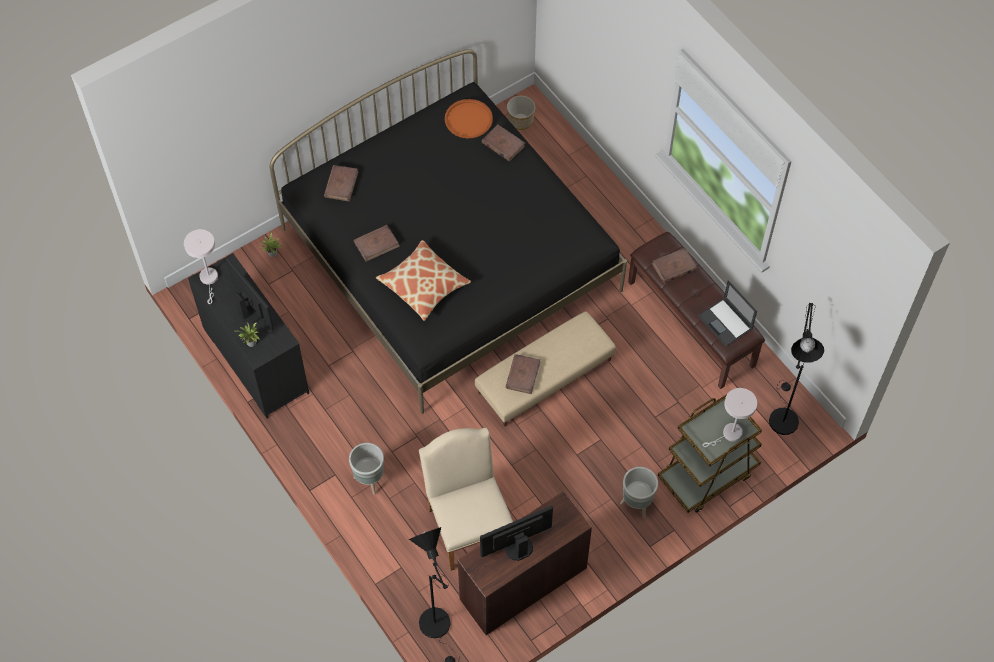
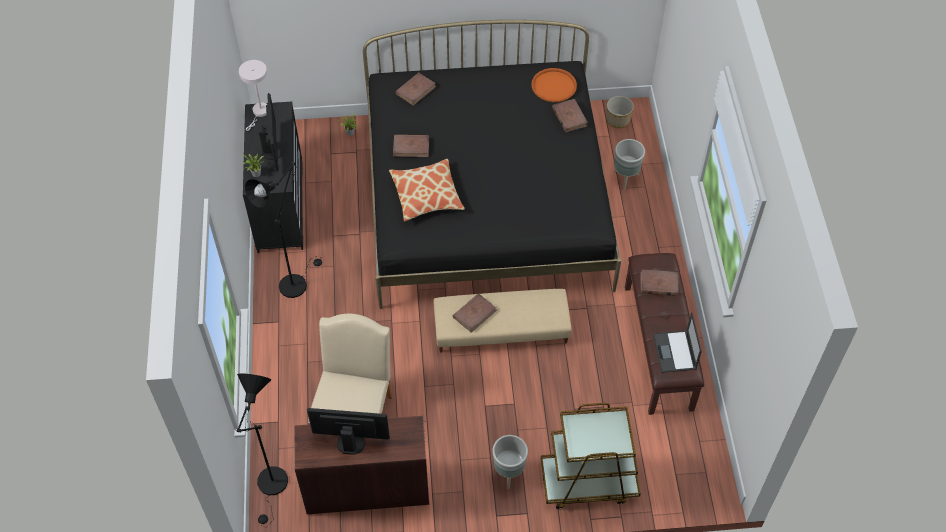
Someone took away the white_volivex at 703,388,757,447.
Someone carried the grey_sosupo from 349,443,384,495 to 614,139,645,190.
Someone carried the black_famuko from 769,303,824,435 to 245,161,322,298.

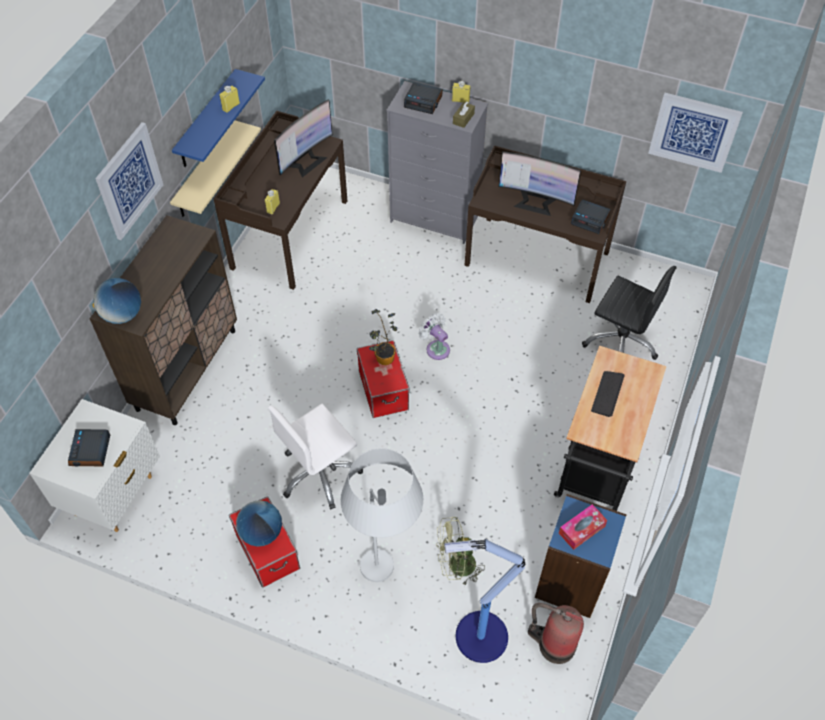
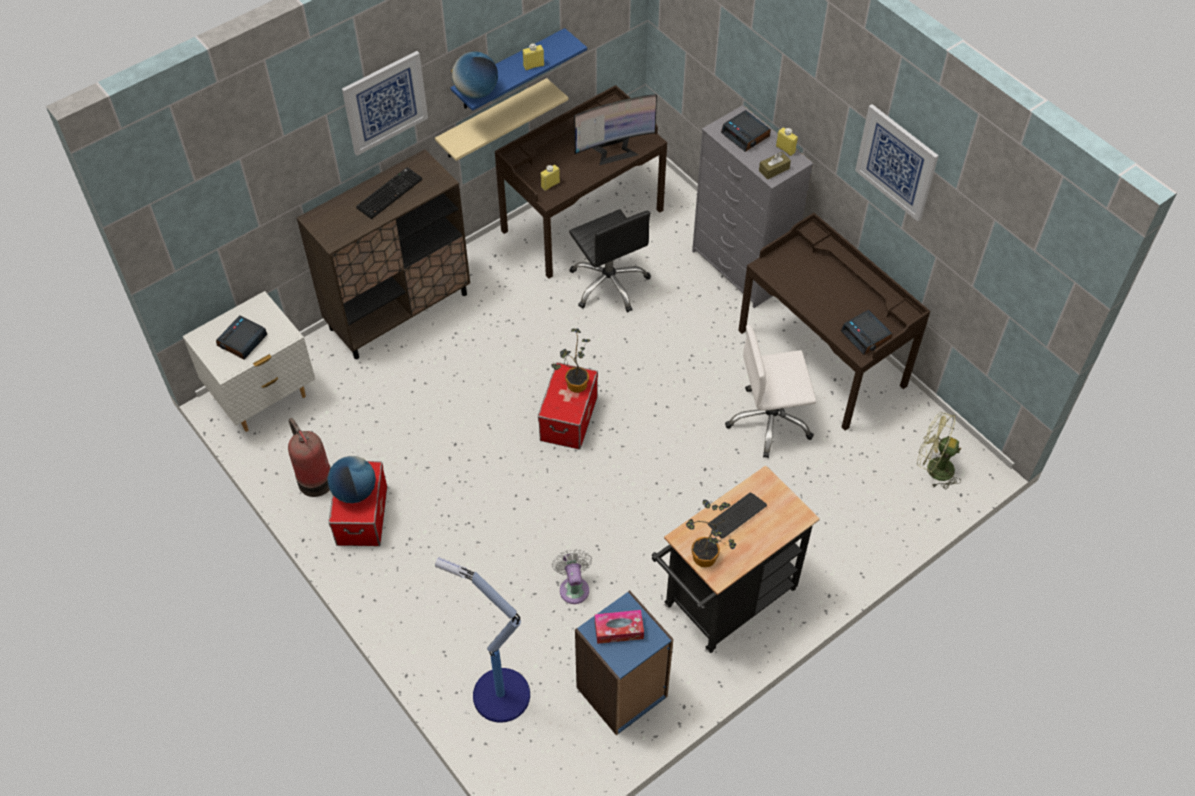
Someone took away the white_famuko at 341,448,423,582.
Someone took away the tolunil at 499,151,581,216.
Someone put down the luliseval at 356,167,422,219.
Someone put down the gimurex at 686,500,736,567.
Someone carried the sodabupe from 93,278,141,324 to 452,52,498,99.
Someone carried the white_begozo from 268,404,363,509 to 725,325,816,458.
Someone carried the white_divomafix from 418,313,450,360 to 552,549,592,604.
Someone carried the green_divomafix from 436,517,485,586 to 917,412,961,489.
Someone carried the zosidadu from 528,603,584,664 to 288,418,331,497.
Someone carried the black_begozo from 582,266,677,360 to 569,209,651,312.
Someone carried the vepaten from 648,93,743,173 to 855,104,939,221.

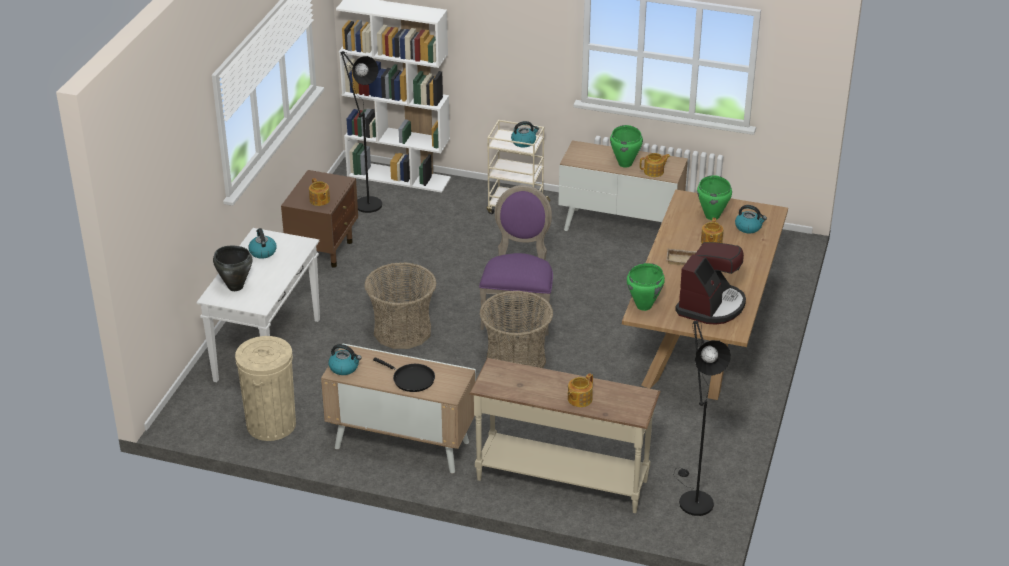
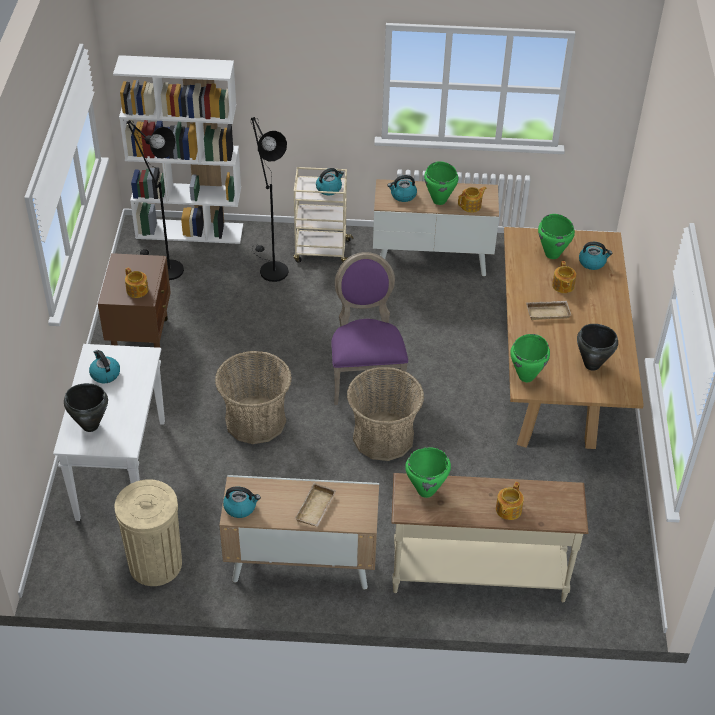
Someone put down the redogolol at 387,175,417,202.
Someone put down the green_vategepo at 405,447,451,498.
Someone carried the black_famuko from 673,321,731,516 to 250,117,289,282.
Someone swapped the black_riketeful at 373,357,435,392 for the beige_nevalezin at 295,483,337,527.
Someone swapped the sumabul at 675,242,746,324 for the black_vategepo at 577,324,618,371.

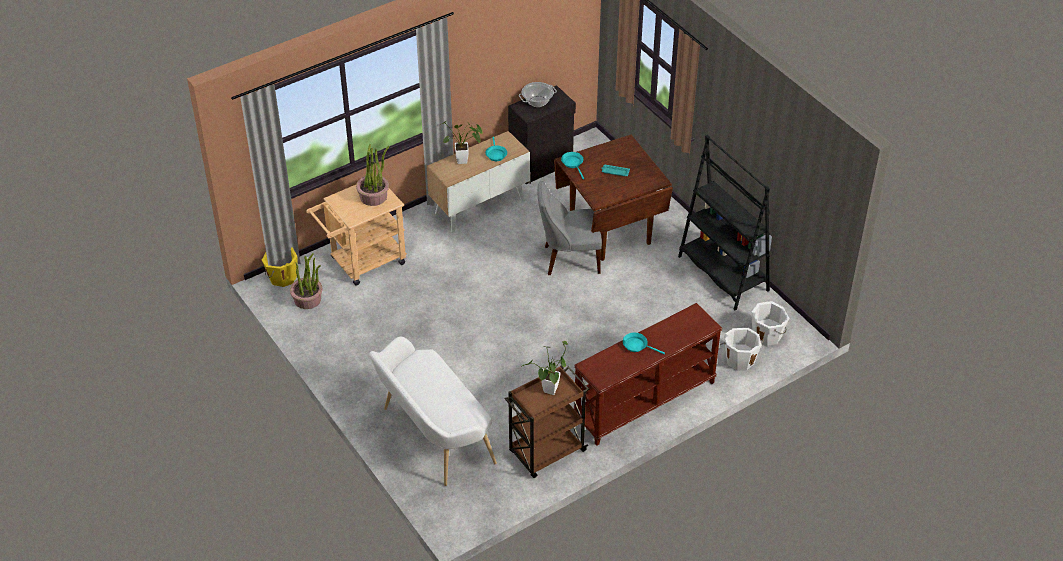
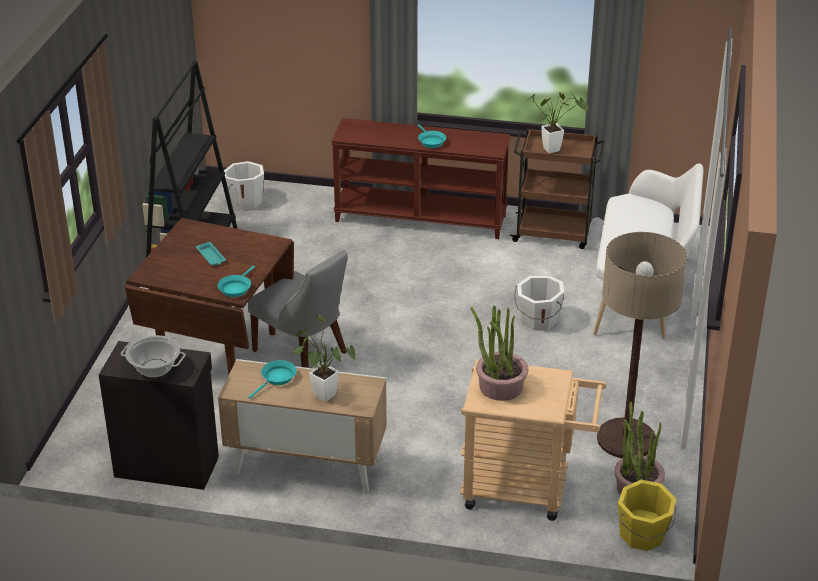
Someone put down the famuko at 597,232,687,458.
Someone carried the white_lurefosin from 720,328,763,370 to 514,276,564,330.

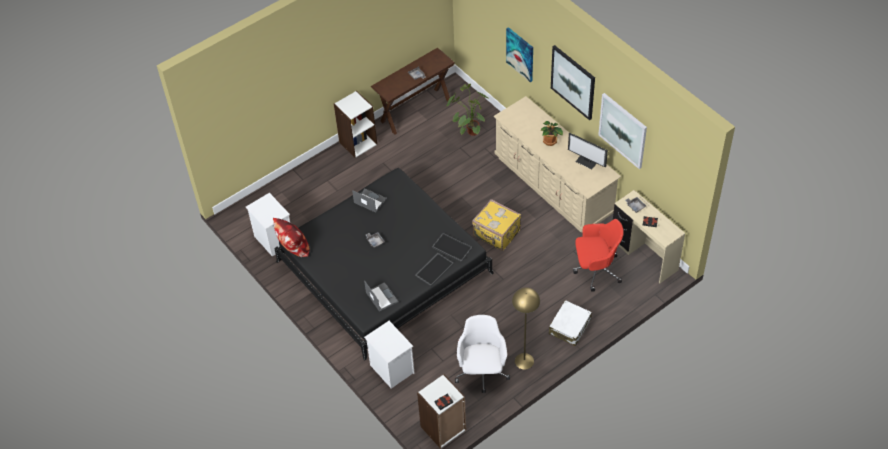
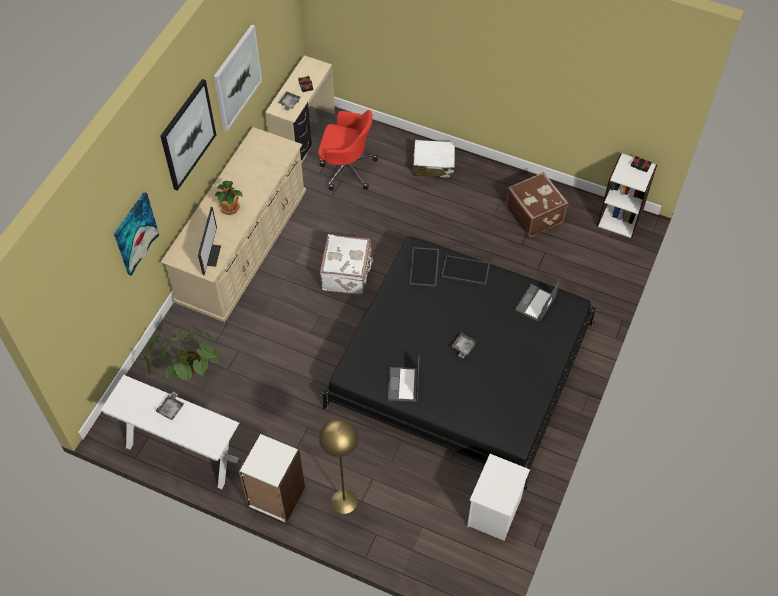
Someone took away the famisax at 273,218,310,257.
Someone took away the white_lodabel at 364,321,415,388.
Someone carried the yellow_famuko from 512,287,540,370 to 319,419,359,514.
Someone carried the tolunil from 568,132,608,169 to 198,207,221,275.
Someone swapped the white_begozo at 455,315,510,393 for the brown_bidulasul at 506,172,568,237.
Someone repainted the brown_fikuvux at 371,48,455,135, which became the white_fikuvux at 100,375,239,489.
Someone repainted the yellow_bidulasul at 472,199,521,251, which became the white_bidulasul at 320,234,374,294.
Someone rotated the red_begozo at 573,219,624,292 by 135 degrees clockwise.

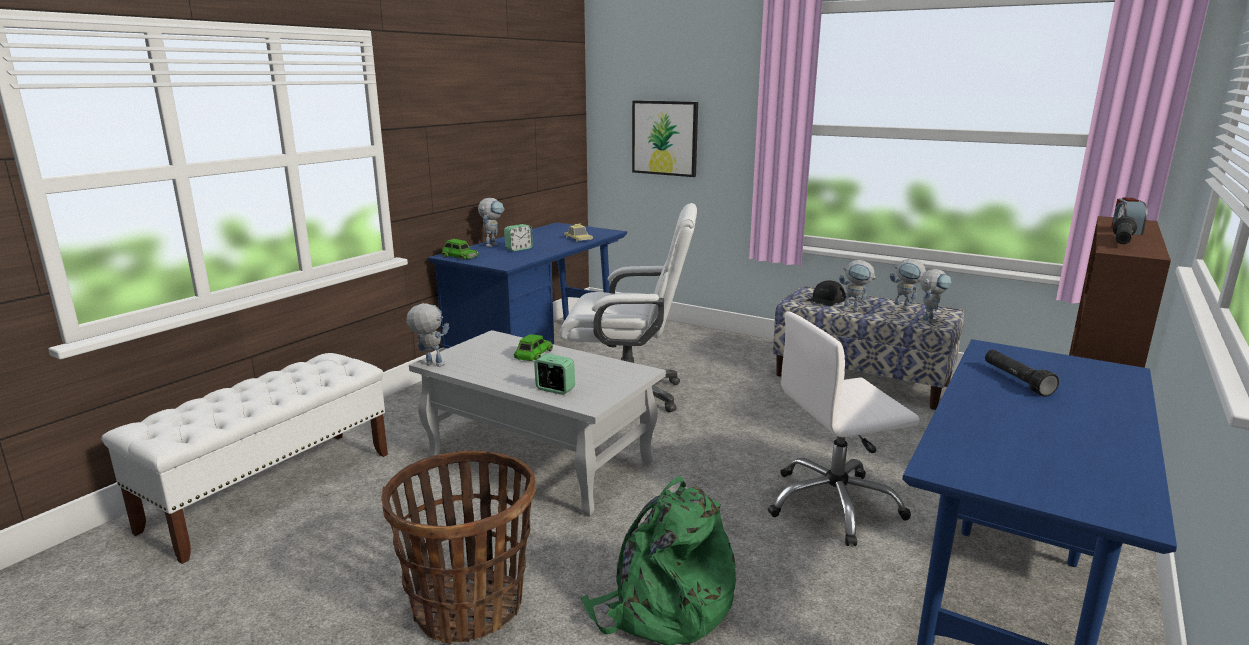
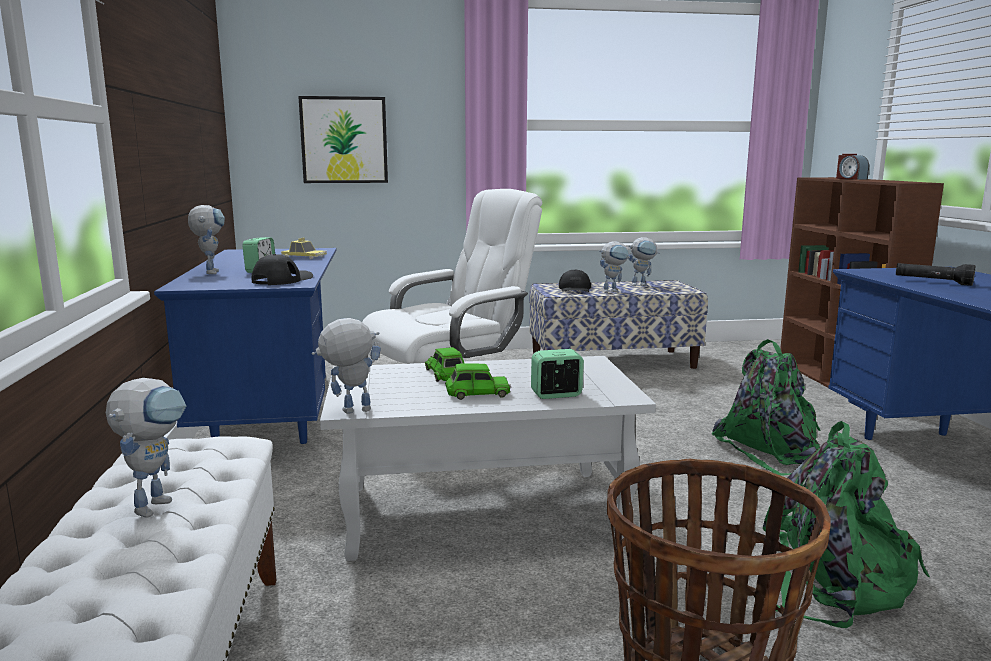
Someone took away the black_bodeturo at 1113,216,1137,244.
Someone put down the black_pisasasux at 252,254,313,285.
Someone carried the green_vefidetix from 442,239,479,260 to 445,363,511,400.
Someone carried the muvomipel from 920,269,952,325 to 106,378,186,518.
Someone swapped the white_begozo at 768,311,920,546 for the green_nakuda at 712,339,821,476.

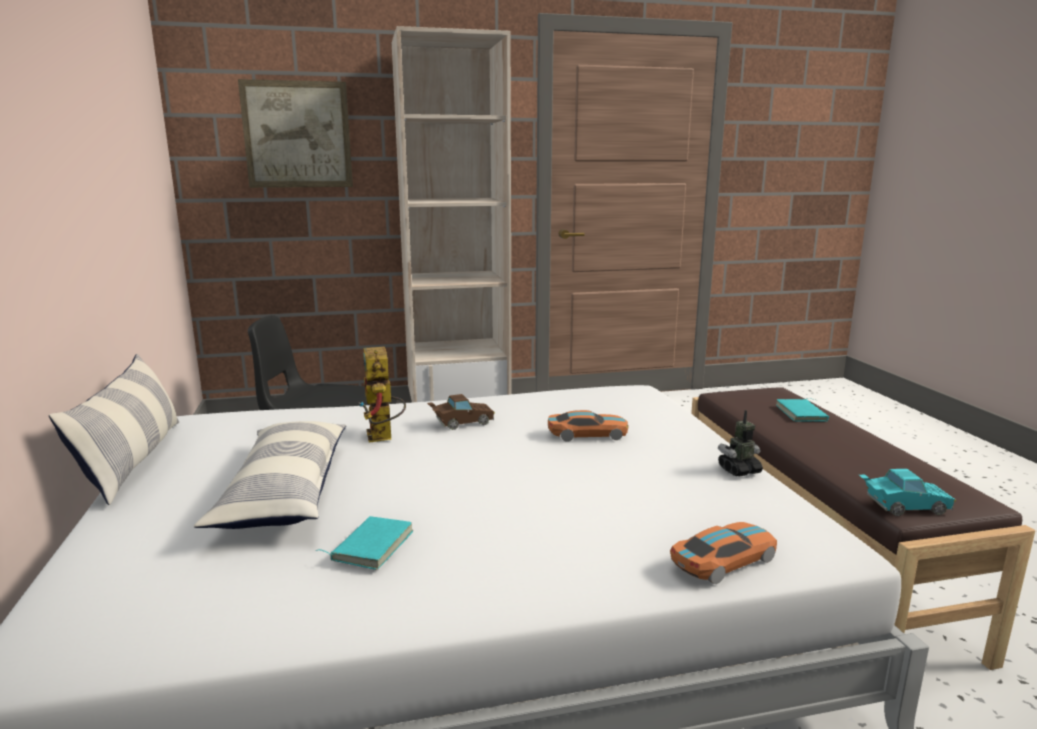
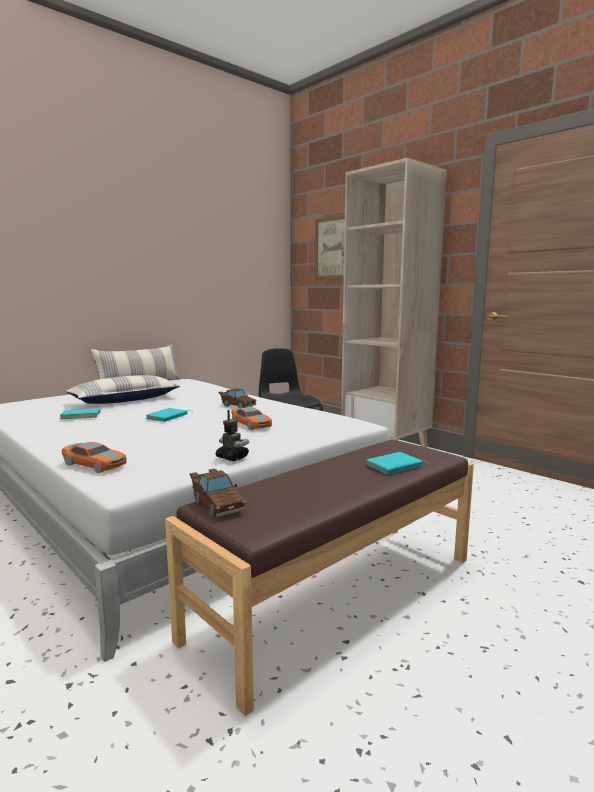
Someone took away the muvomipel at 359,347,406,443.
Someone put down the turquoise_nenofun at 146,408,192,422.
Someone repainted the turquoise_vefidetix at 859,469,956,516, which became the brown_vefidetix at 189,468,246,517.

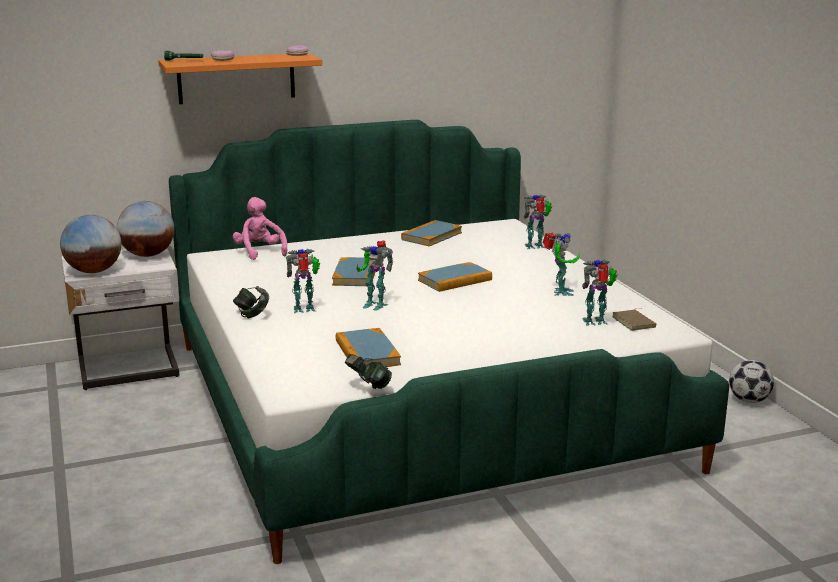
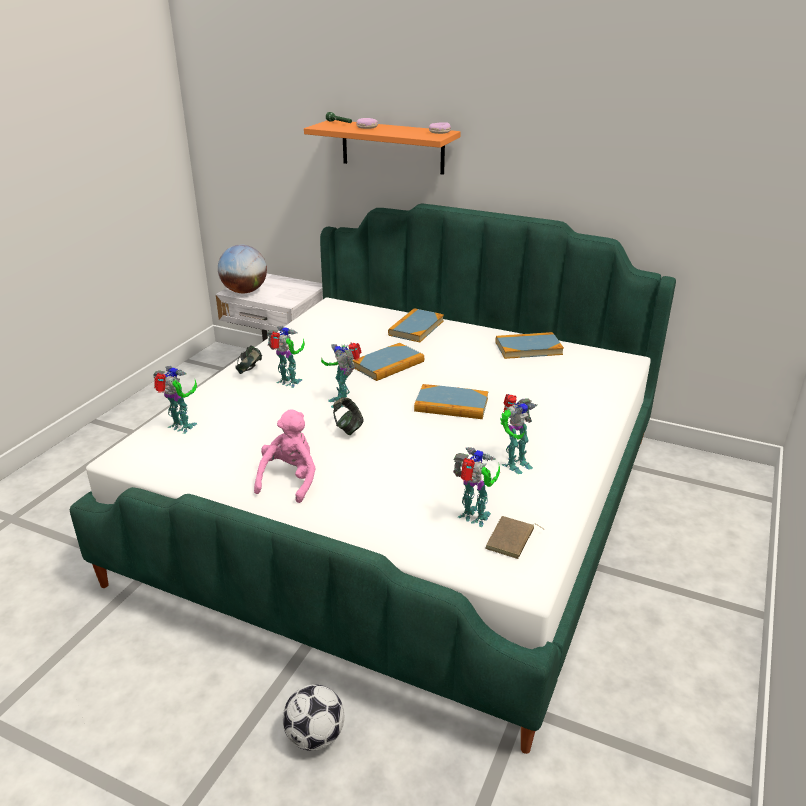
Someone took away the sodabupe at 117,201,174,257.
Someone carried the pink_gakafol from 233,197,287,260 to 254,409,316,503.
Someone carried the nenofun from 336,328,401,367 to 388,308,444,342.
Someone carried the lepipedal from 345,354,392,389 to 333,397,364,435.
Someone carried the muvomipel from 524,195,552,249 to 153,366,197,434.
Someone carried the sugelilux from 729,360,774,403 to 283,684,344,751.

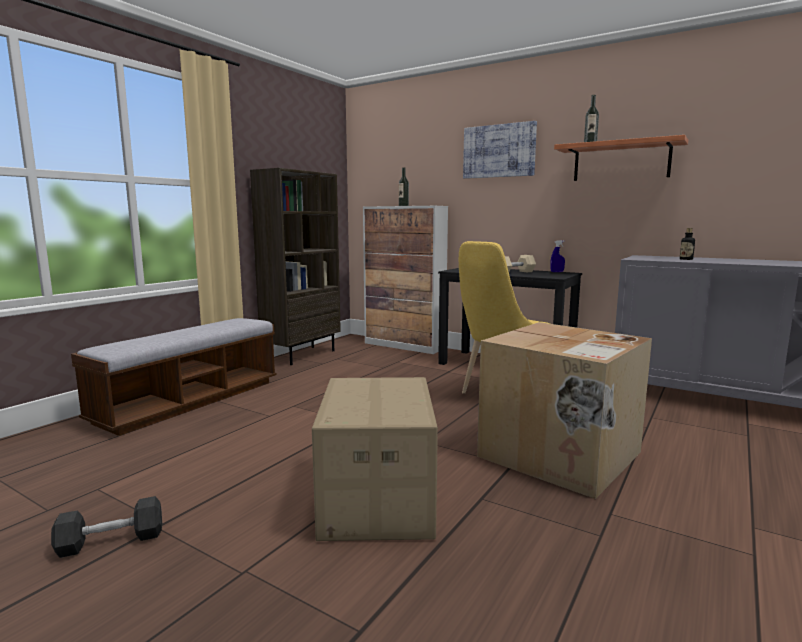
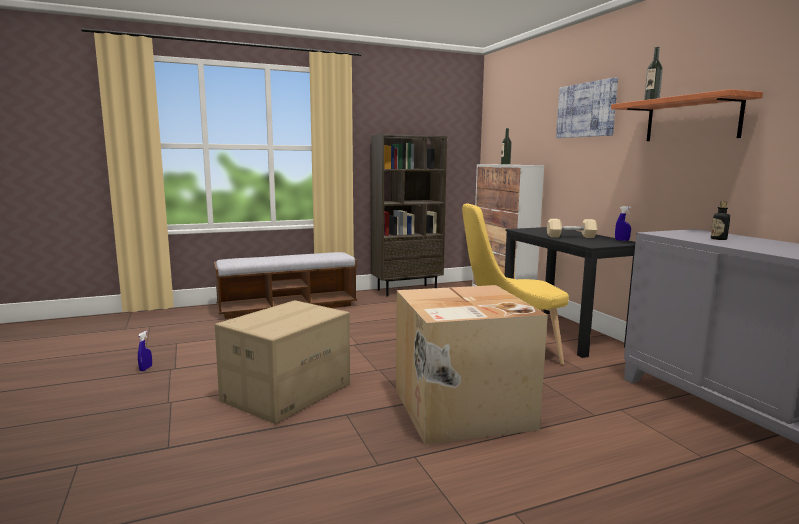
Someone swapped the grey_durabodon at 51,496,162,558 for the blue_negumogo at 138,331,152,371.

